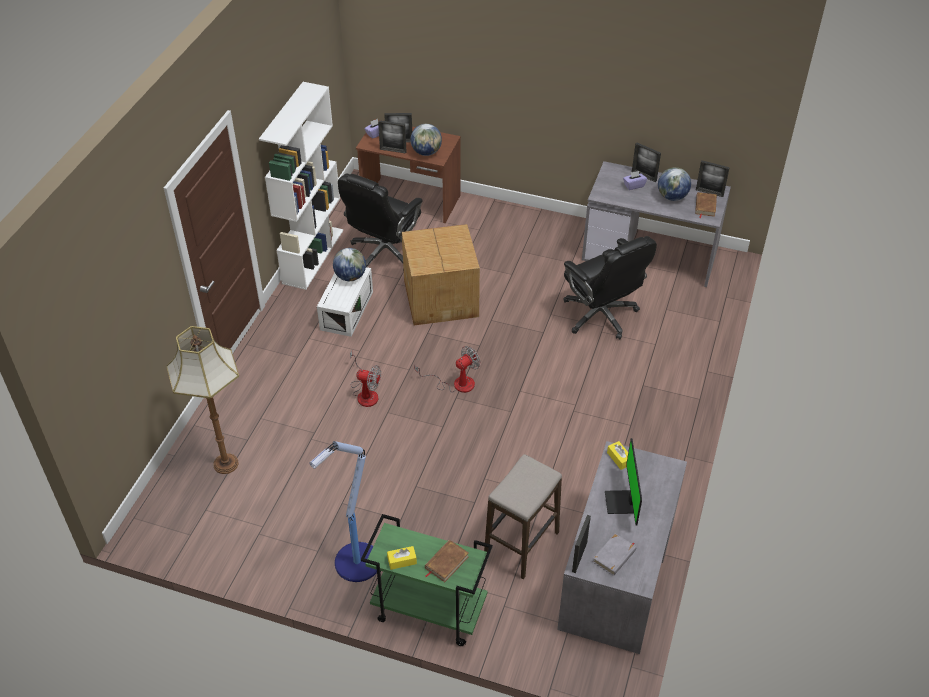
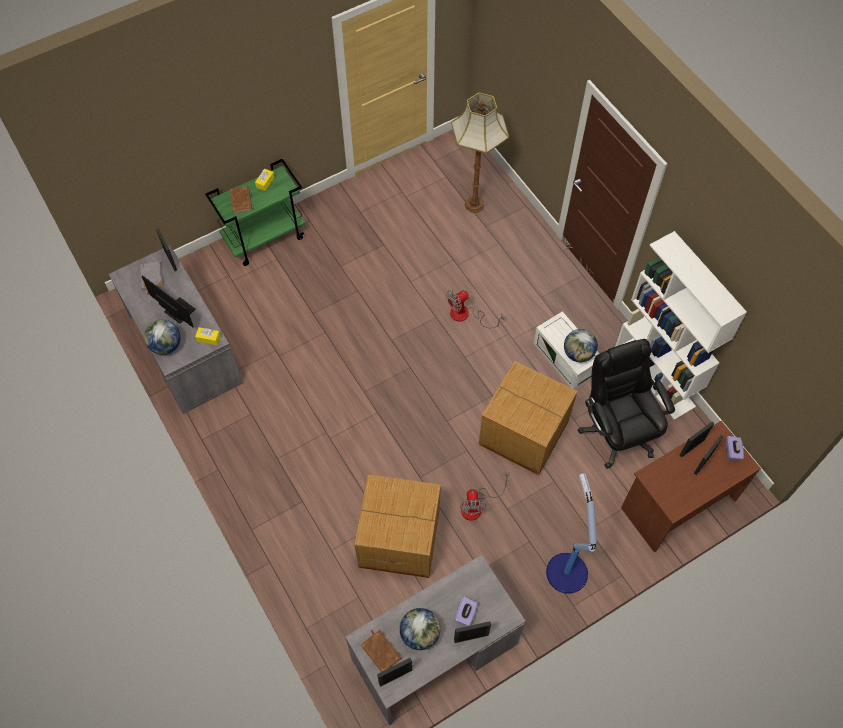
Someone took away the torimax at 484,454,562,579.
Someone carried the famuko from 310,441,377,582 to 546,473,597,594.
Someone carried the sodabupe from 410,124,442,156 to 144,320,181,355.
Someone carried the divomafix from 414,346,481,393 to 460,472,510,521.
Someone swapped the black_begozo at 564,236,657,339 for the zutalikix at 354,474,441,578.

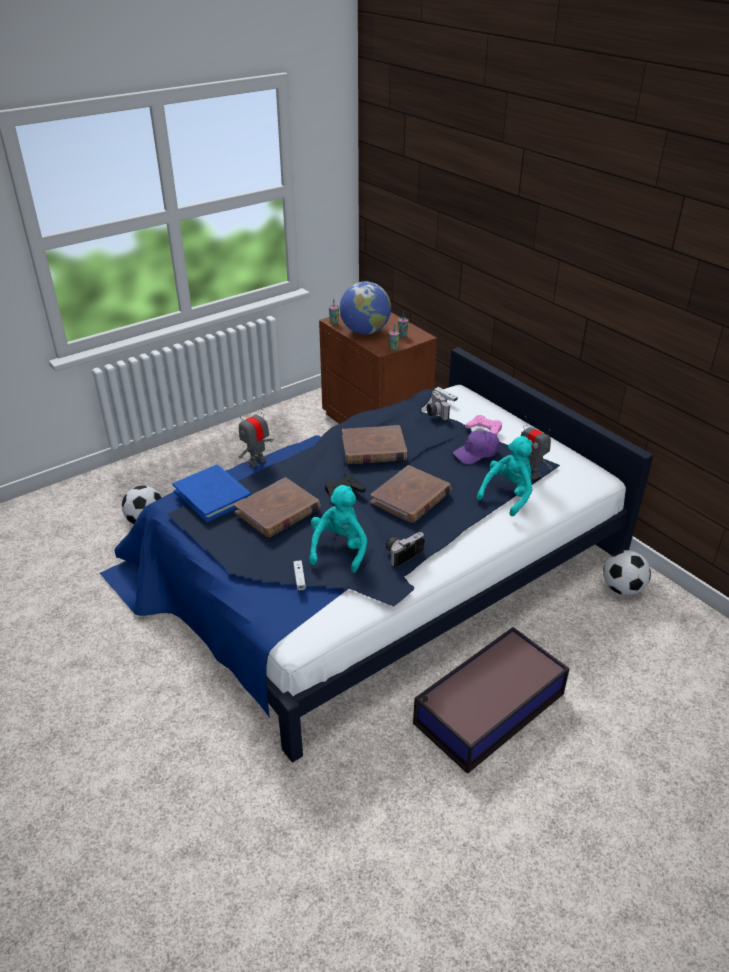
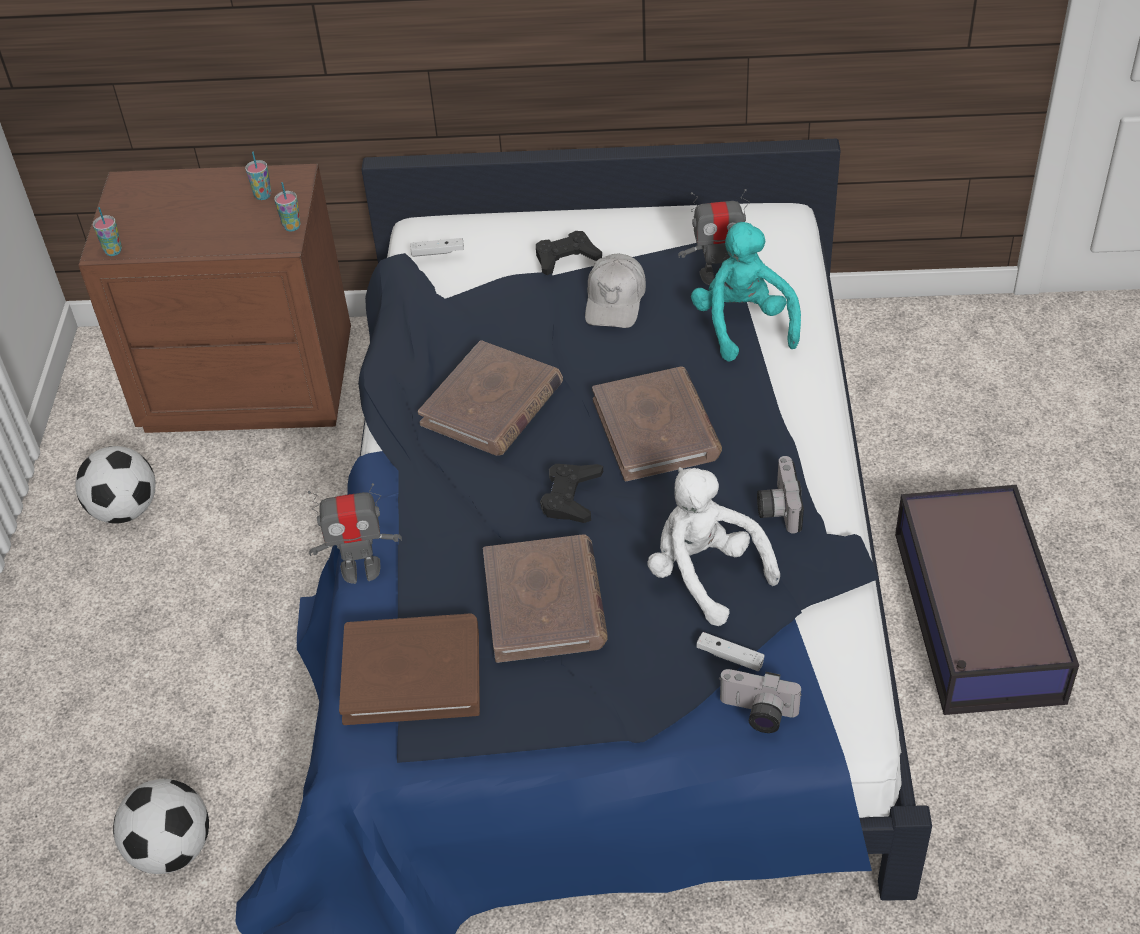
Someone took away the sodabupe at 340,282,391,334.
Someone carried the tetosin from 427,391,450,420 to 720,669,802,733.
Someone carried the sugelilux from 603,550,651,596 to 75,446,156,523.
Someone repainted the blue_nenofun at 172,465,252,523, which became the brown_nenofun at 339,613,480,725.
Someone repainted the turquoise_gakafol at 309,485,367,573, which became the white_gakafol at 647,467,780,626.
Someone repainted the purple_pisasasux at 453,430,500,464, which became the white_pisasasux at 585,253,646,328.
Someone repainted the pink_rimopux at 466,415,502,436, which became the black_rimopux at 536,231,602,275.
Someone rotated the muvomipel at 239,404,274,467 by 90 degrees counterclockwise.

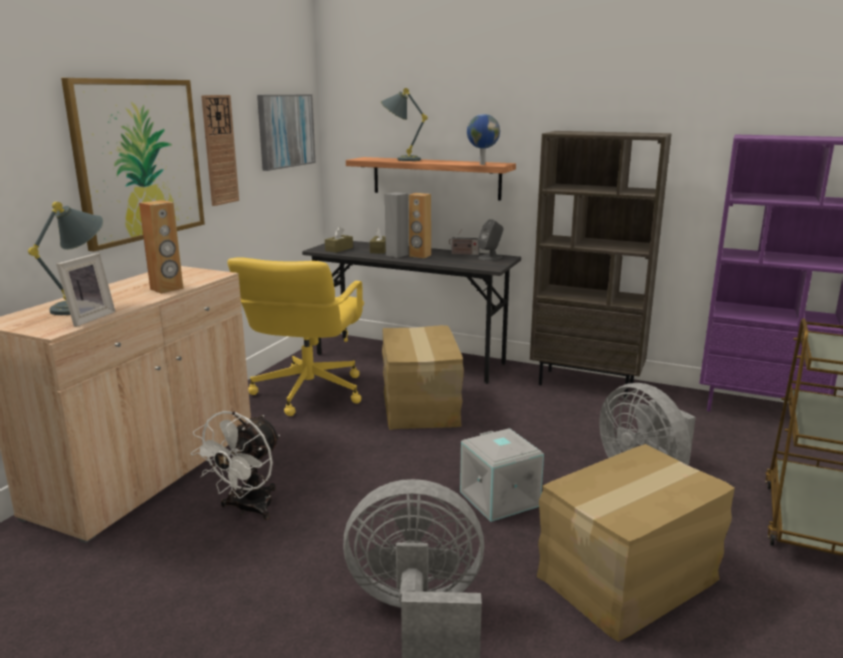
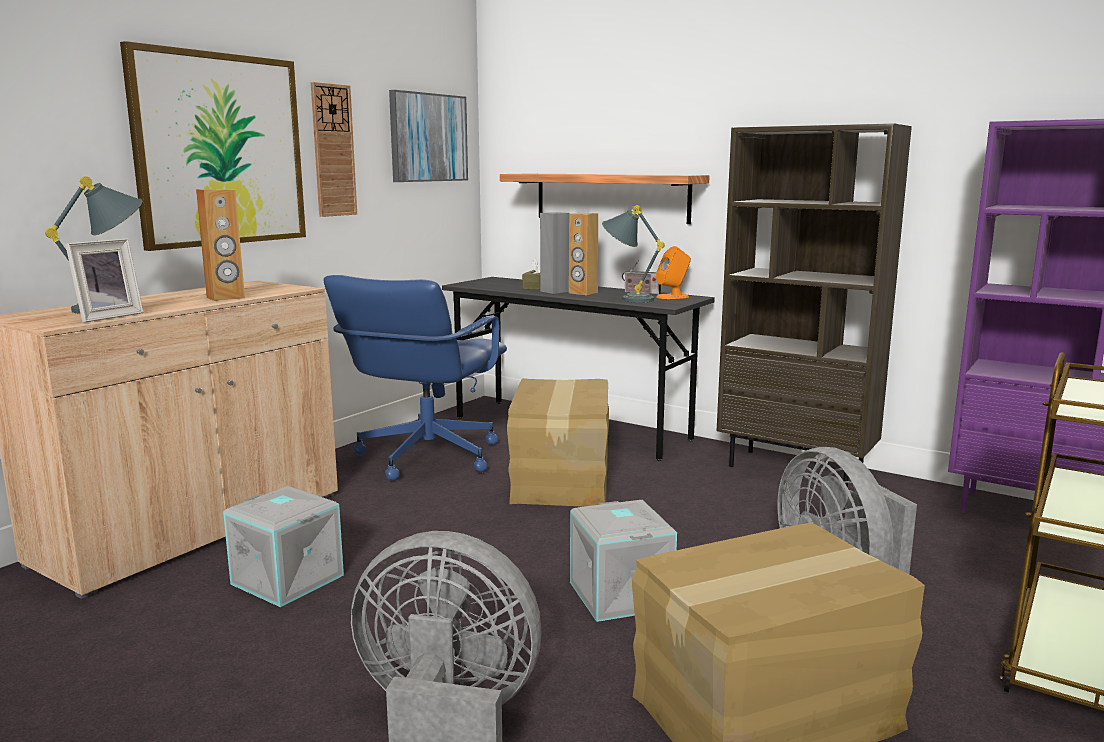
Someone took away the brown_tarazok at 325,227,353,253.
Someone took away the sodabupe at 467,114,500,165.
Someone carried the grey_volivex from 381,88,428,161 to 602,205,665,303.
Someone swapped the white_divomafix at 191,411,280,520 for the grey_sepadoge at 223,486,344,607.
Someone repainted the yellow_begozo at 227,257,364,416, which became the blue_begozo at 324,275,507,480.
Someone repainted the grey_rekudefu at 478,219,503,260, which became the orange_rekudefu at 656,246,691,299.

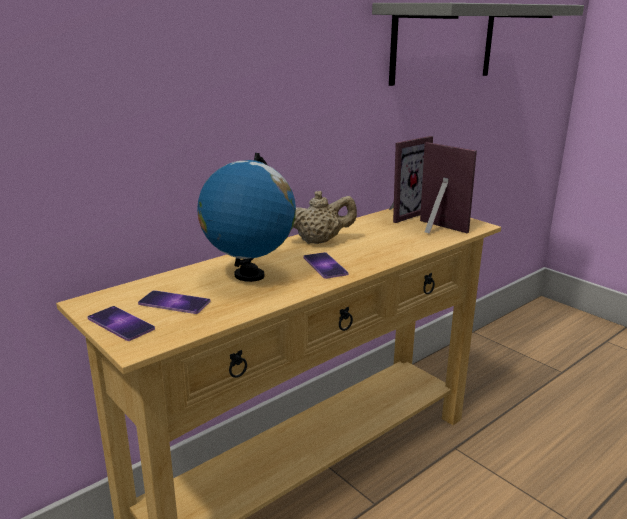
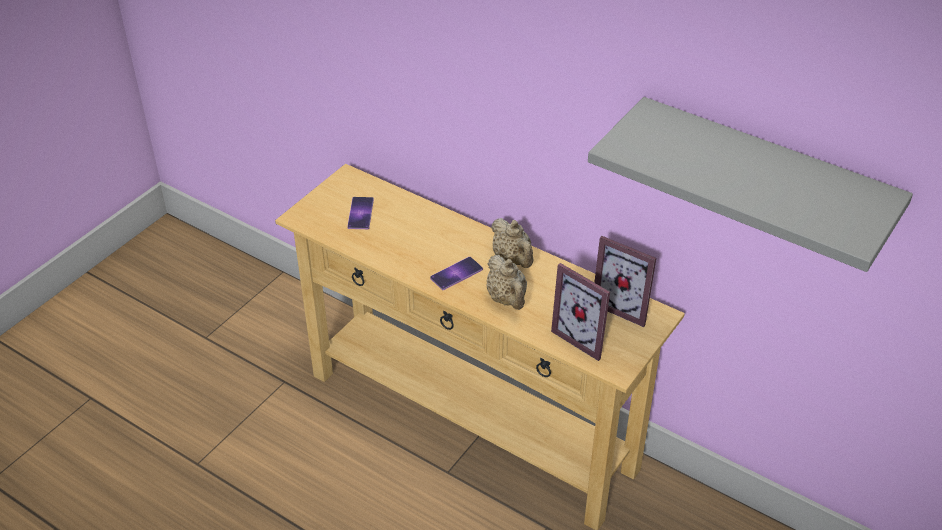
Someone took away the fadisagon at 87,306,155,341.
Someone took away the sodabupe at 197,153,296,282.
Someone put down the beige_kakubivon at 486,255,527,310.
Someone rotated the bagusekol at 420,142,477,234 by 105 degrees clockwise.

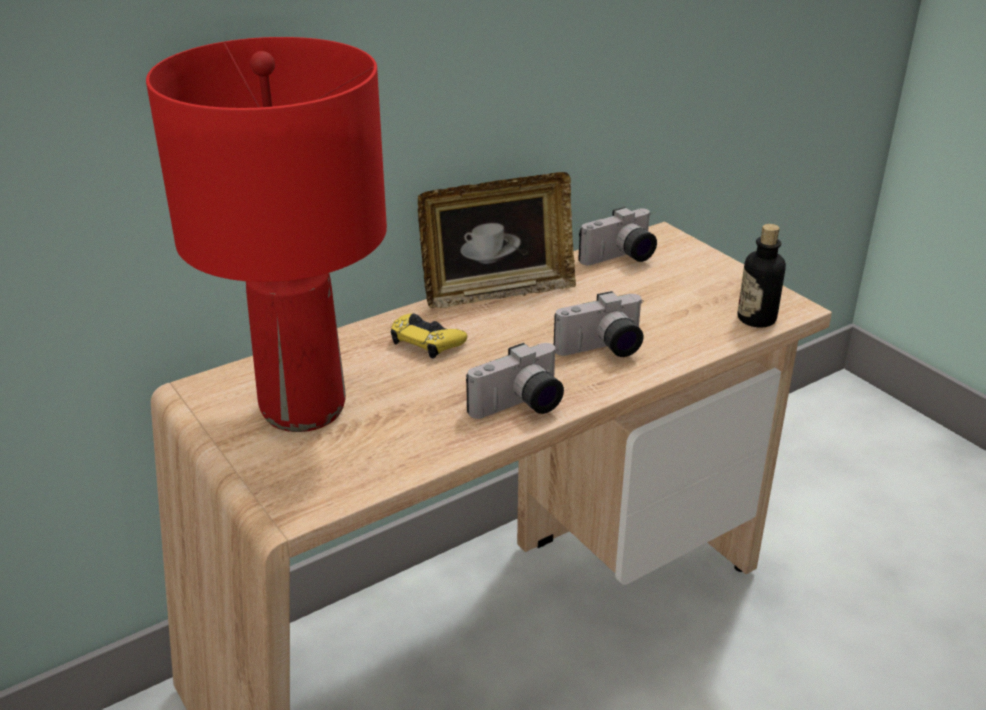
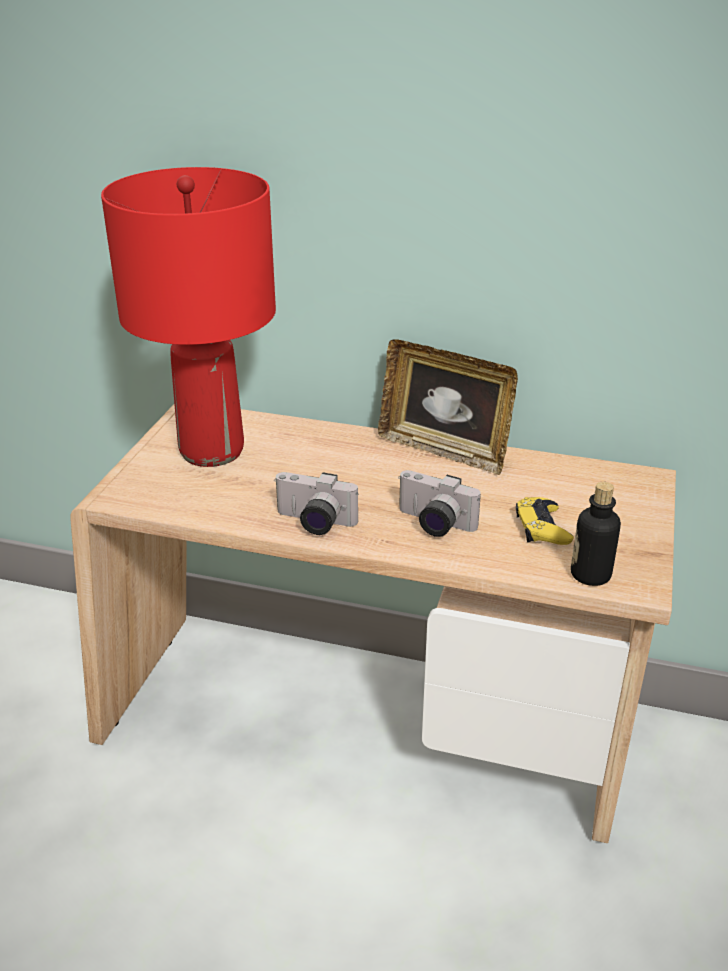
Someone took away the tetosin at 578,207,657,265.
Someone carried the yellow_rimopux from 391,313,467,358 to 516,497,574,545.

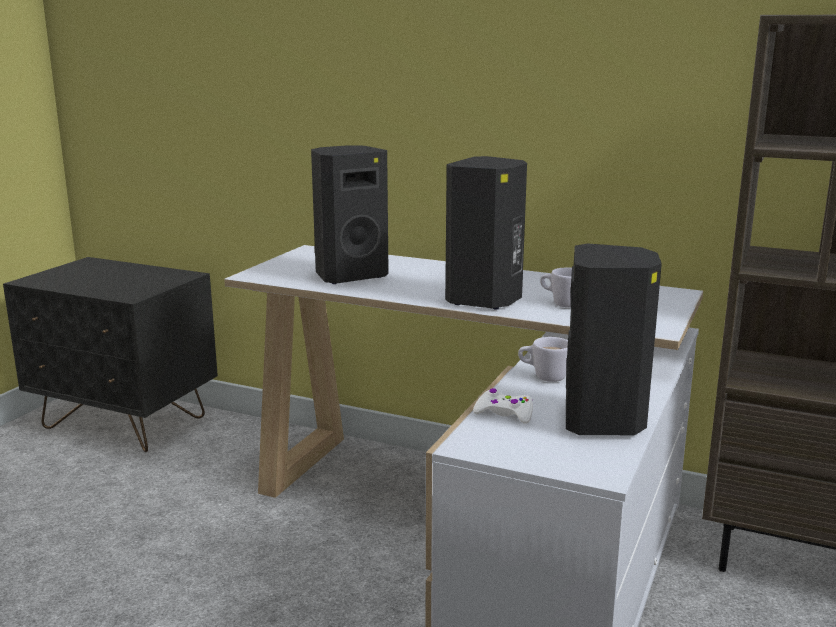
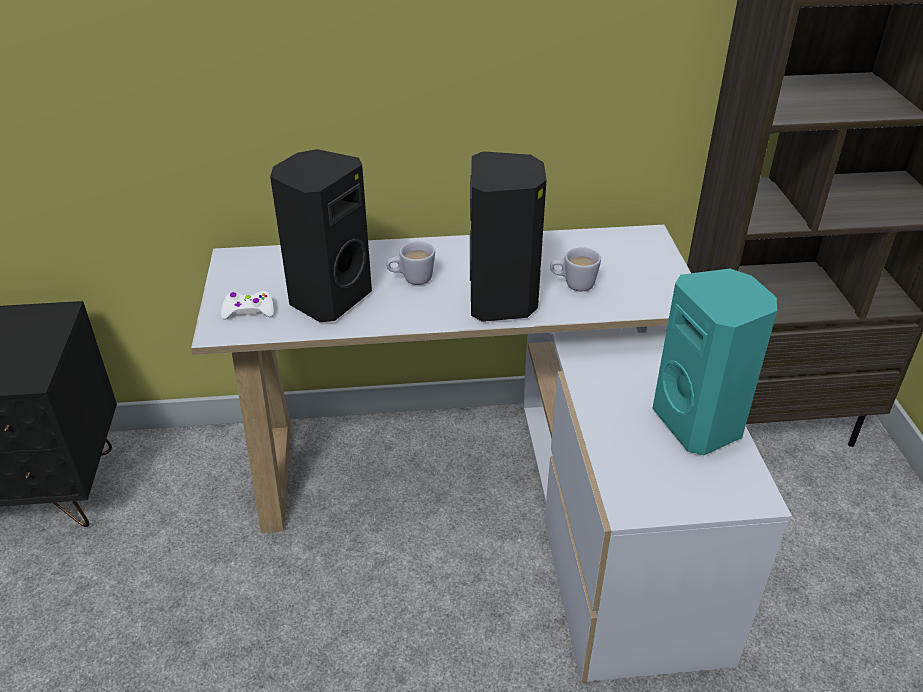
Someone carried the white_rimopux from 473,388,533,424 to 221,291,274,320.
Someone carried the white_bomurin from 518,337,568,382 to 386,241,435,285.
Someone repainted the black_rekudefu at 566,244,662,435, which became the turquoise_rekudefu at 652,269,777,455.

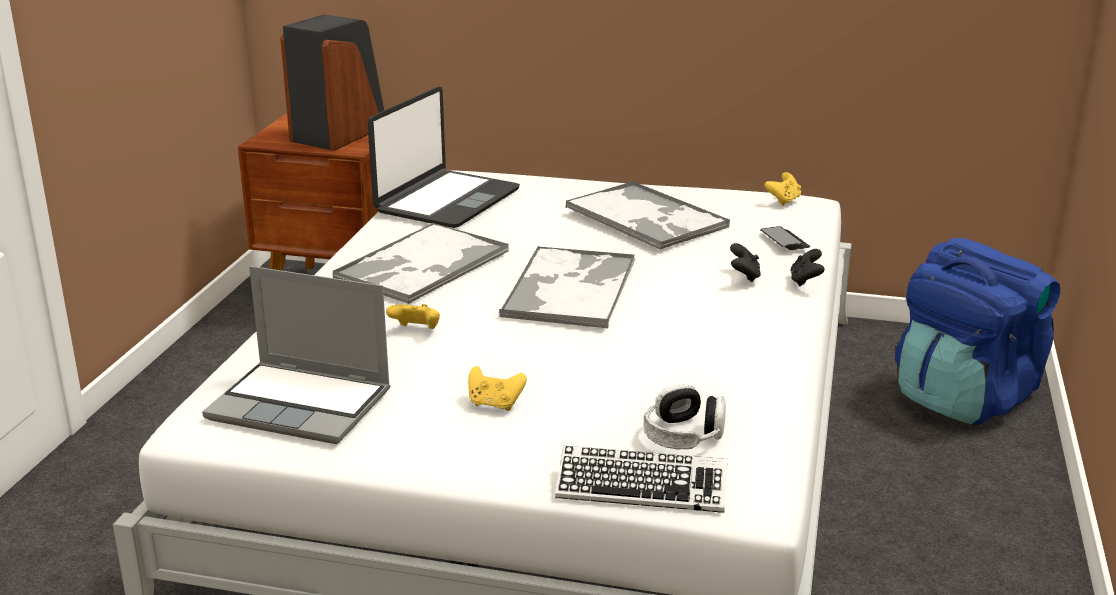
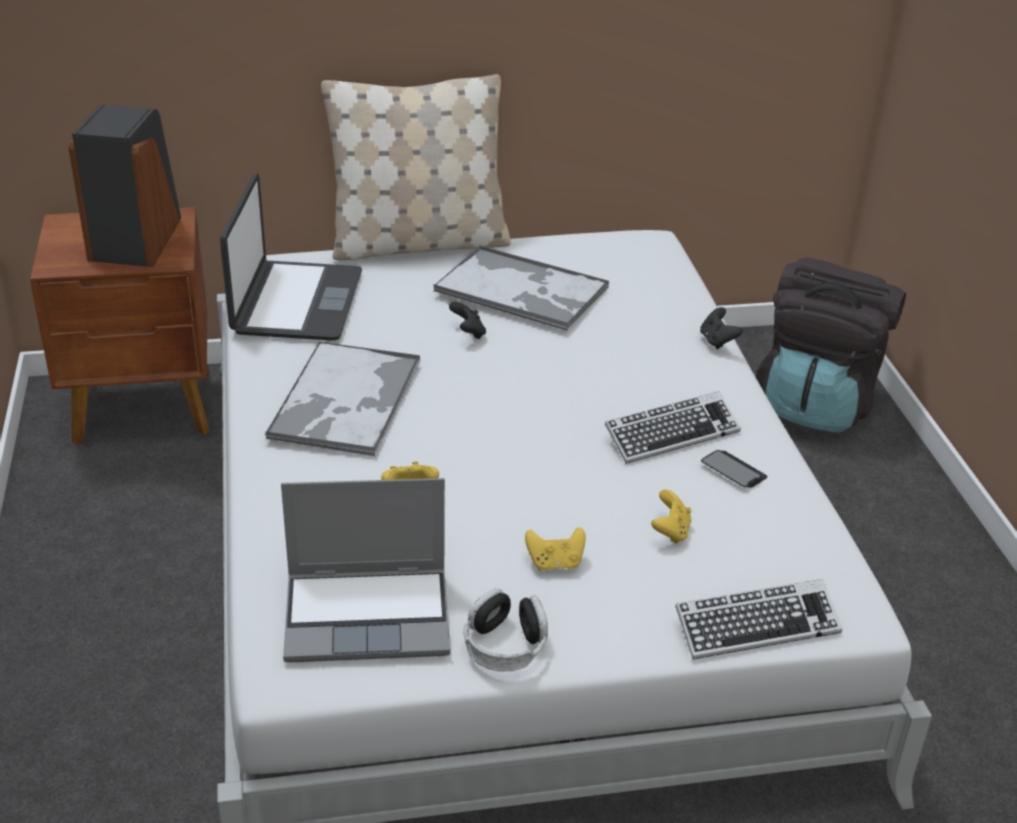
Someone took away the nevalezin at 498,247,636,328.
Someone put down the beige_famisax at 321,74,511,260.
Someone put down the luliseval at 605,391,741,464.
Someone carried the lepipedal from 644,384,726,449 to 464,588,548,672.
Someone carried the black_rimopux from 730,243,761,282 to 449,301,486,339.
Someone carried the fadisagon from 760,226,810,250 to 701,450,767,488.
Someone carried the yellow_rimopux from 764,172,801,206 to 651,489,691,544.
Someone repainted the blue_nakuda at 895,238,1060,425, which became the black_nakuda at 756,257,906,433.

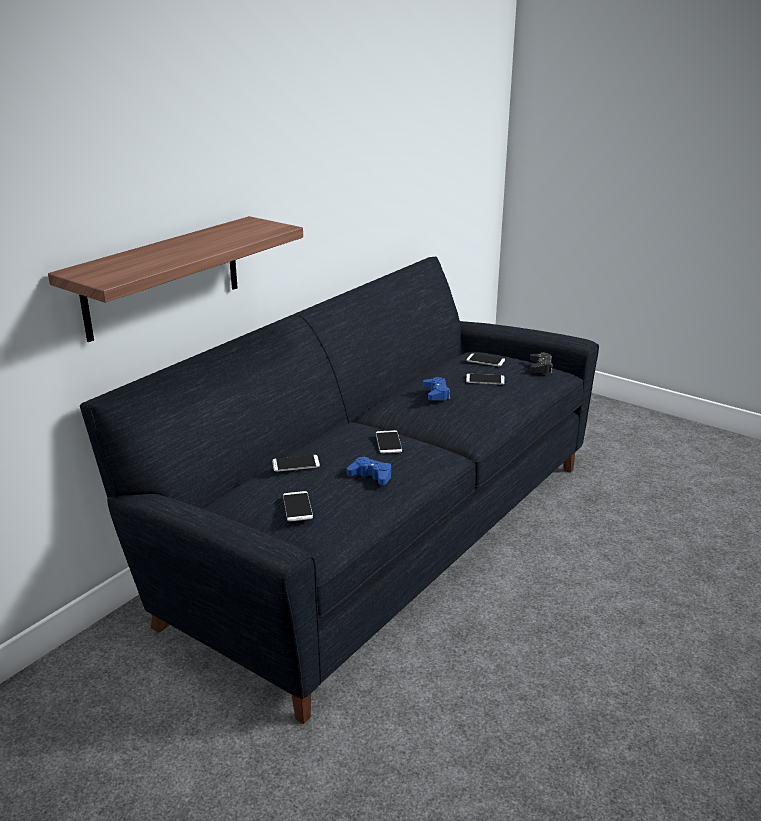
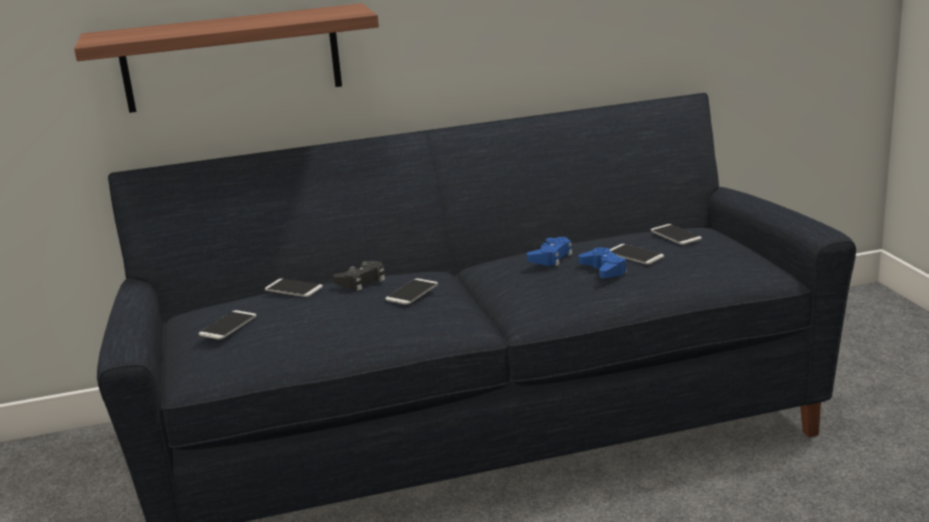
Someone carried the blue_rimopux from 347,457,391,485 to 579,247,627,278.
Someone carried the black_rimopux from 530,353,553,374 to 333,261,385,291.

